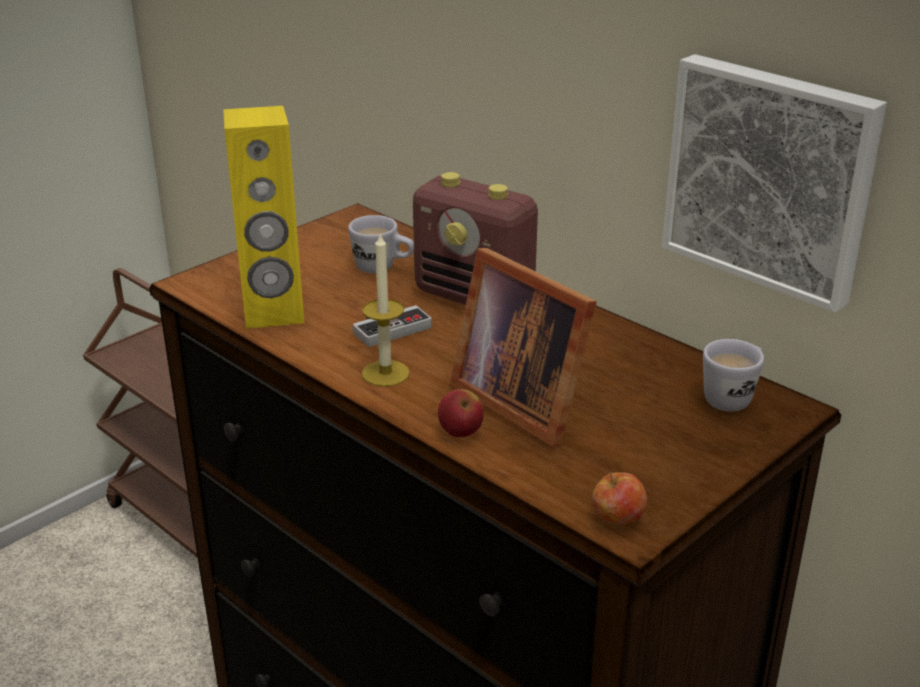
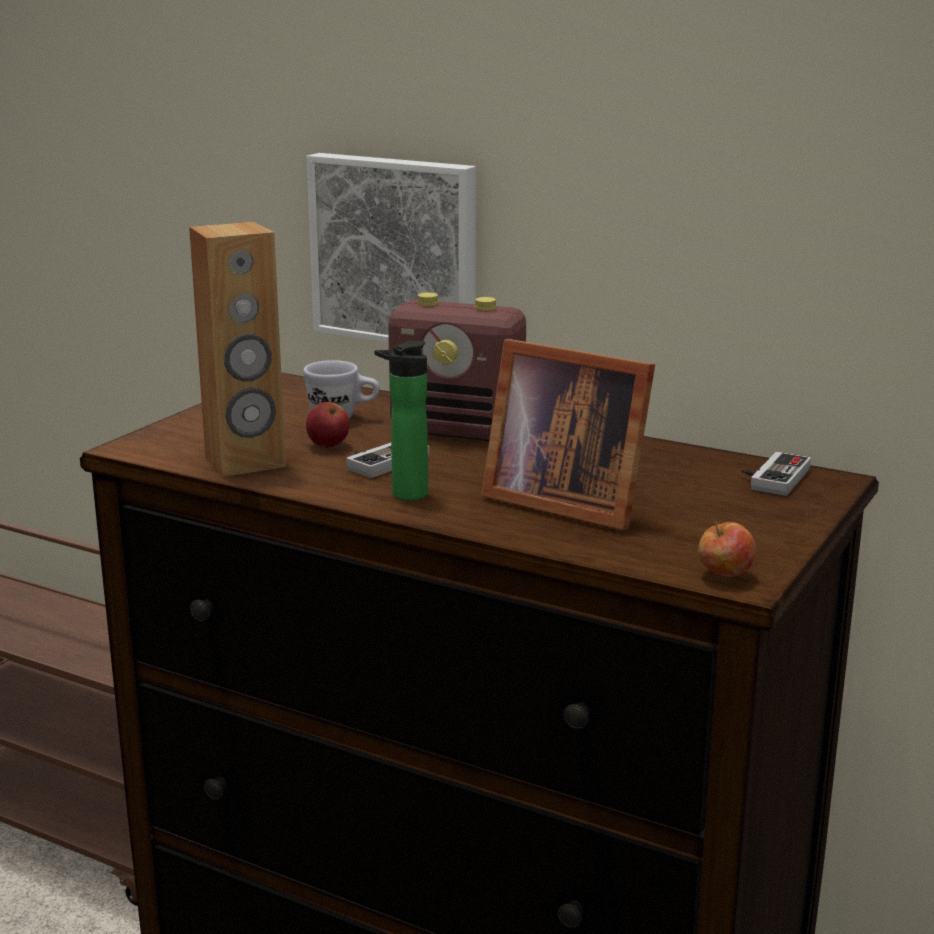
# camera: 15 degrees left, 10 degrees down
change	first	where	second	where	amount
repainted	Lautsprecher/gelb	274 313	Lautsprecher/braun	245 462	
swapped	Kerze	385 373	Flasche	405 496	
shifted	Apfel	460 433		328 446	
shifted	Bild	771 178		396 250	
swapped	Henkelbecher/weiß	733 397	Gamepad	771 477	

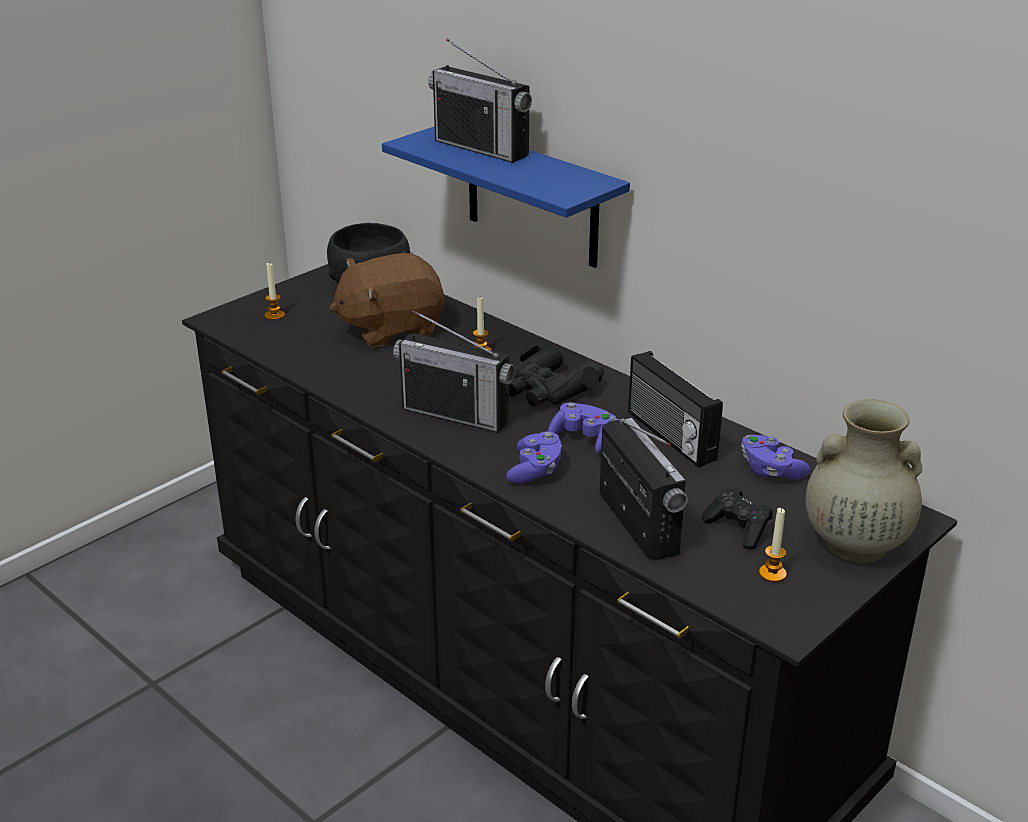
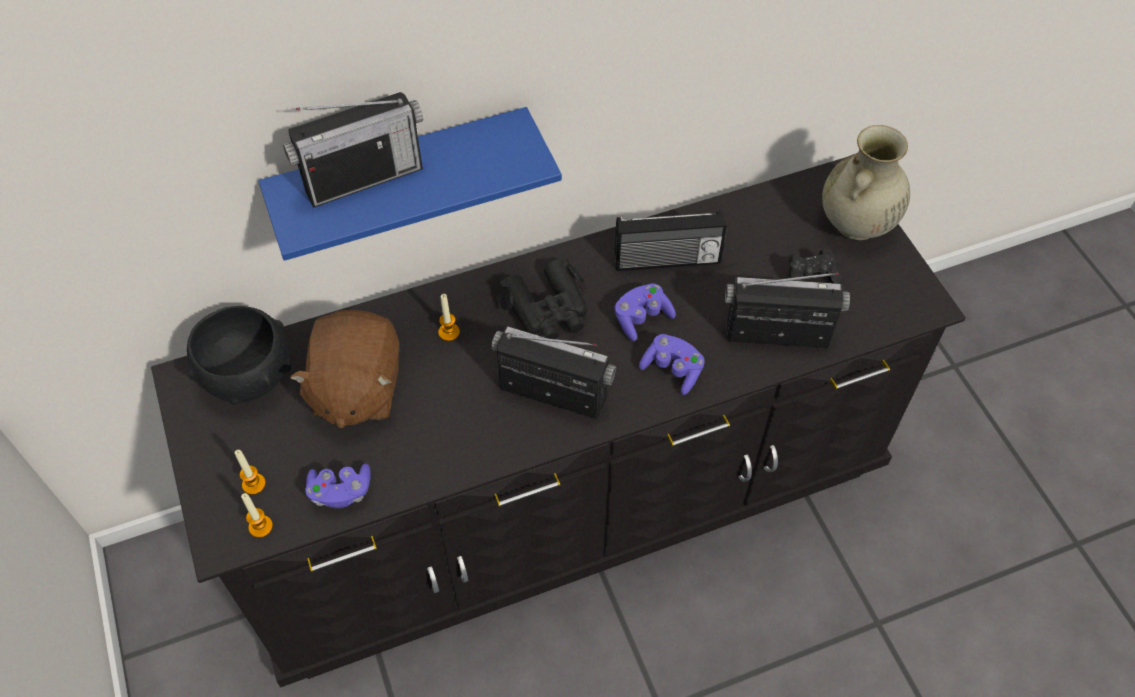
# camera: 65 degrees left, 25 degrees up
change	first	where	second	where	amount
rotated	Radio	456 414		553 393	120 degrees counterclockwise
shifted	Gamepad/lila	770 470		340 492	
shifted	Kerze	772 574		260 527	

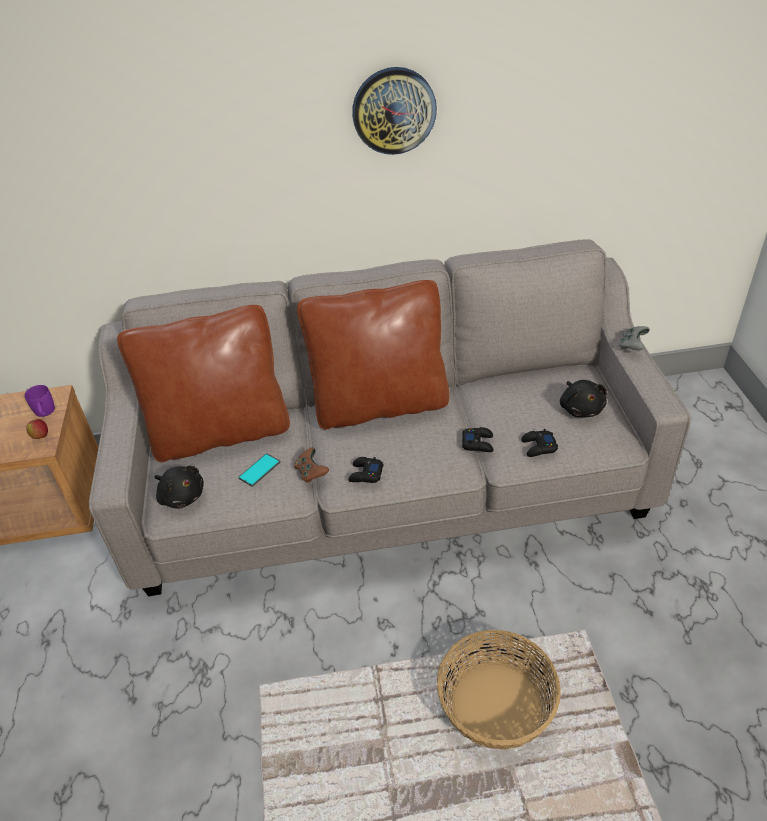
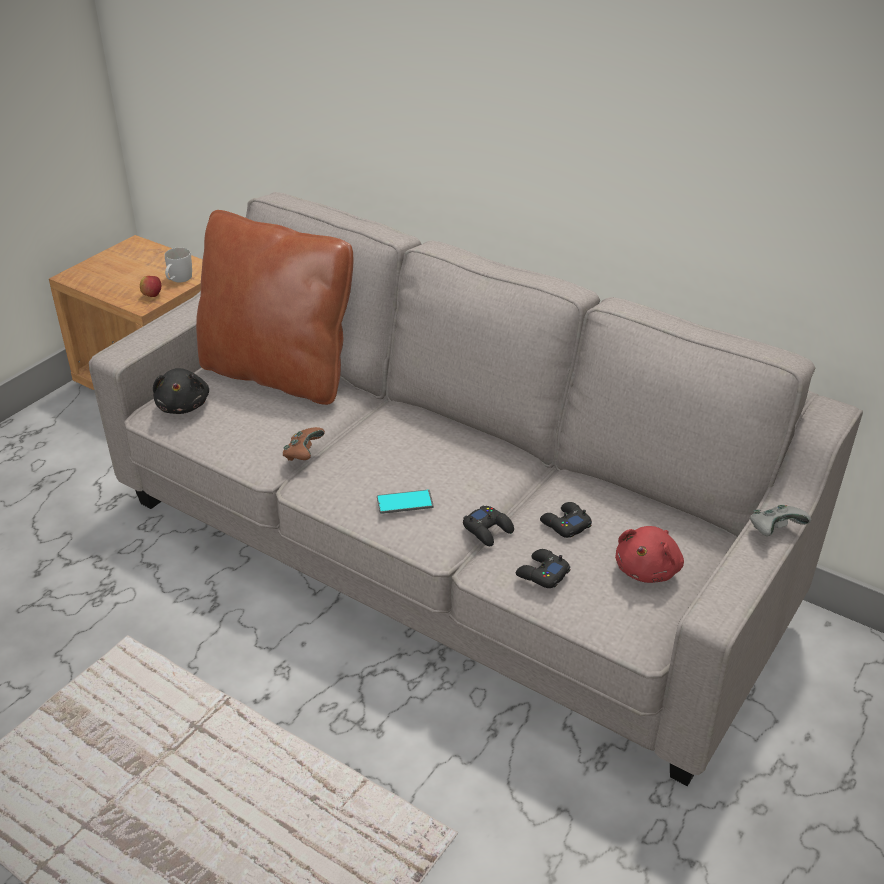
# camera: 40 degrees right, 5 degrees down
change	first	where	second	where	amount
repainted	Henkelbecher/lila	45 413	Henkelbecher/weiß	178 279	
shifted	Handy	259 470		405 502	
gone	Kissen/braun	380 405			
shifted	Gamepad/schwarz	365 474		565 524	
gone	Wanduhr	394 111			
gone	Korb	497 705			
repainted	Plüschtier/schwarz	581 408	Plüschtier/rot	648 569	

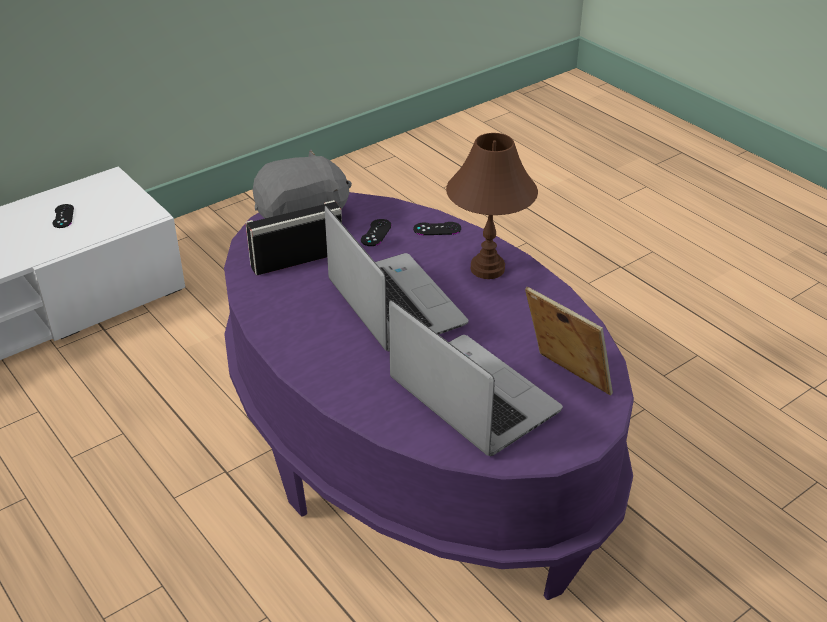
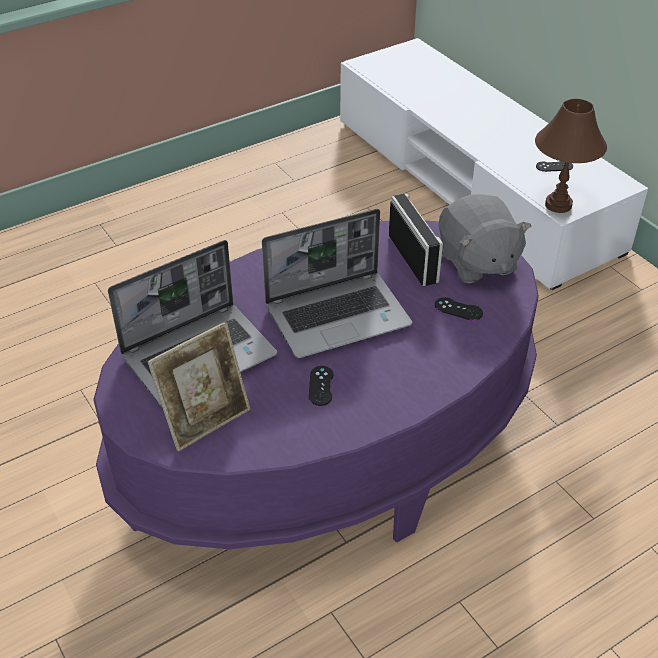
# camera: 95 degrees right, 5 degrees up
change	first	where	second	where	amount
shifted	Gamepad/schwarz	437 229		321 386	
shifted	Tischlampe/braun	487 269		557 204	

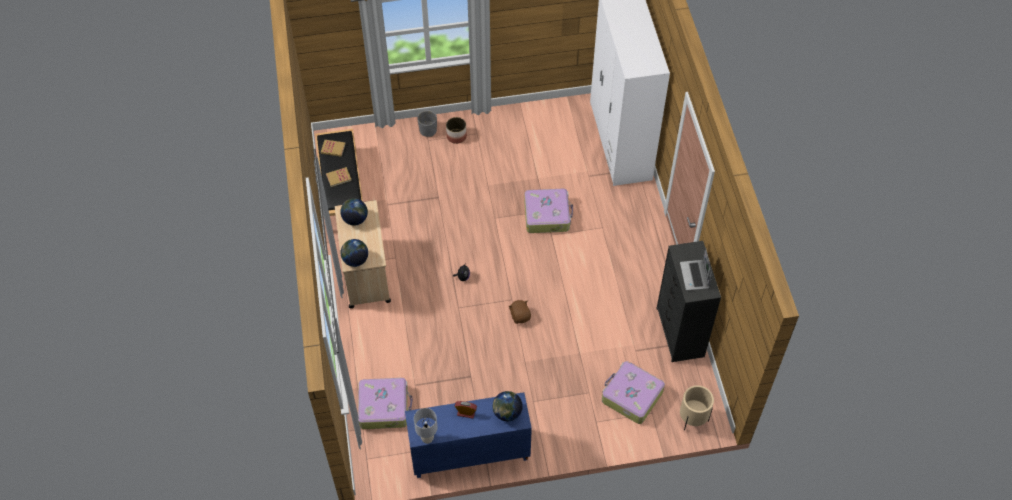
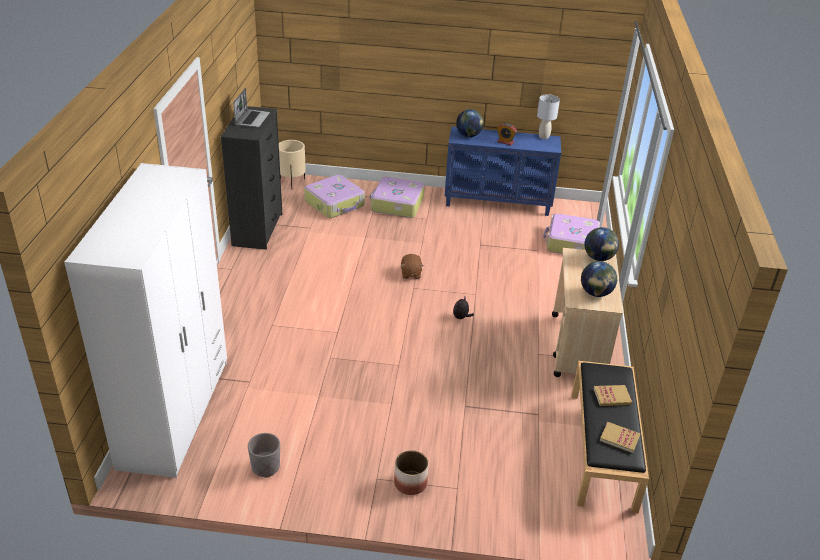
# camera: 165 degrees left, 20 degrees down
change	first	where	second	where	amount
shifted	Pflanzkübel/grau	428 130		265 467	
shifted	Koffer	547 215		396 204	

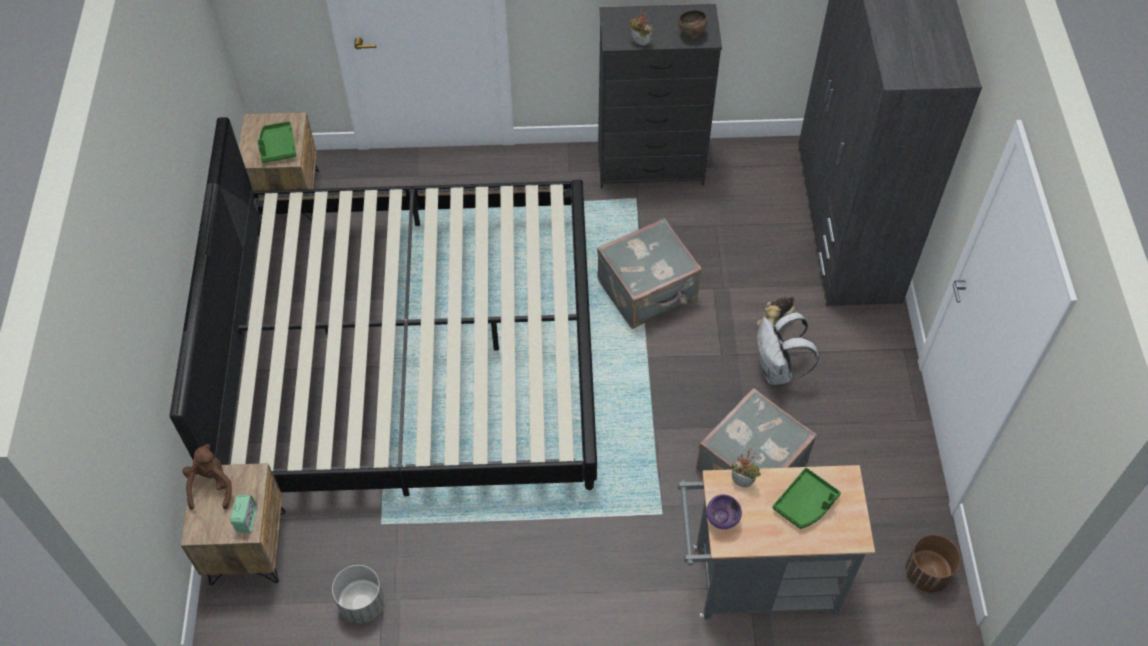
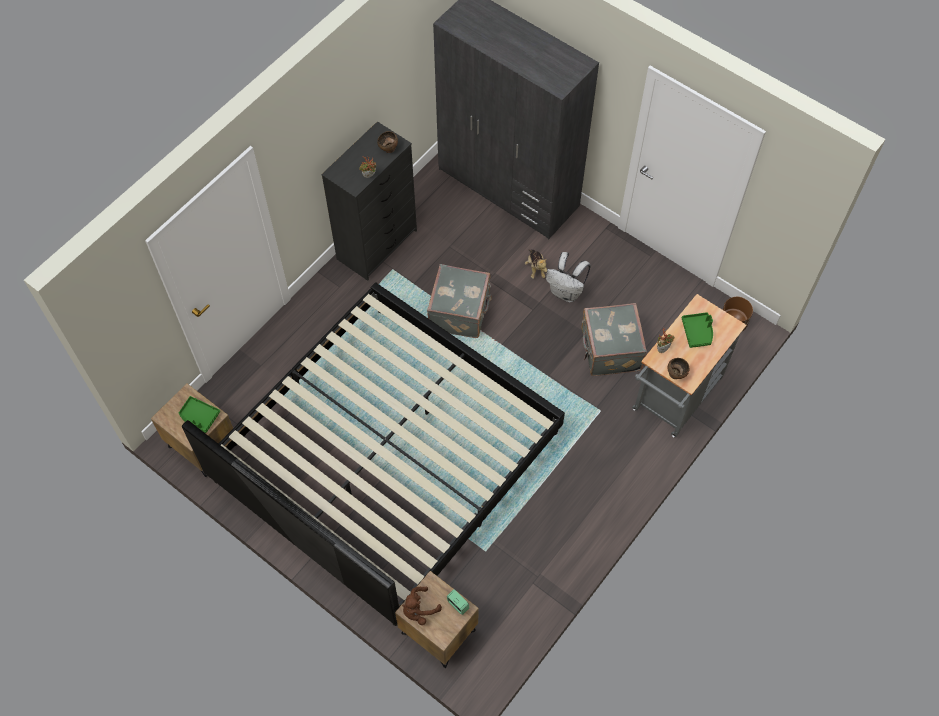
# camera: 50 degrees left, 5 degrees up
change	first	where	second	where	amount
rotated	Plüschtier/braun	211 486		419 610	75 degrees counterclockwise
gone	Pflanzkübel/grau	362 603			
repainted	Schüssel/lila	722 520	Schüssel/braun	676 374	

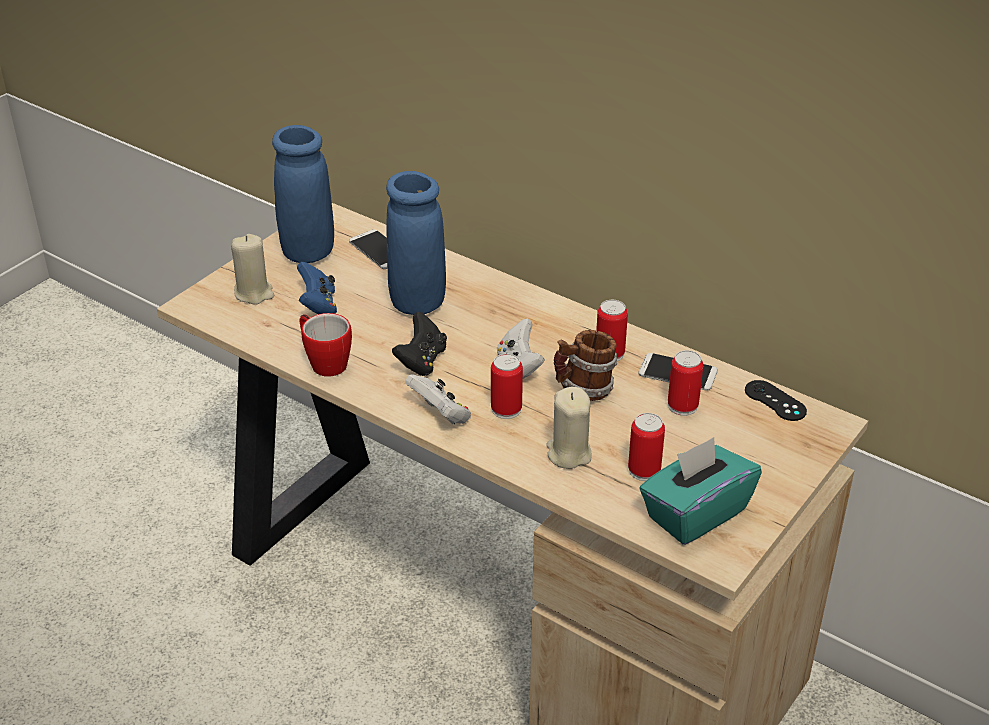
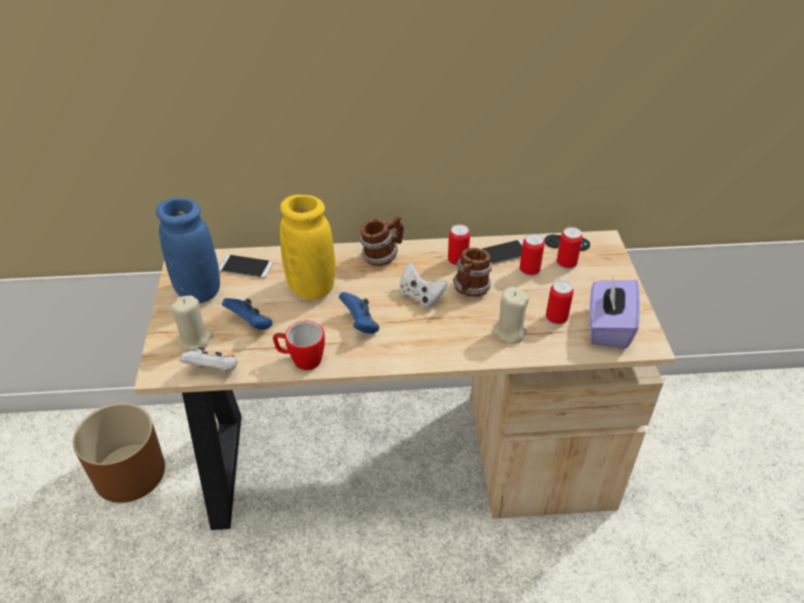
# camera: 40 degrees left, 5 degrees up
change	first	where	second	where	amount
repainted	Vase/blau	417 301	Vase/gelb	311 288	
repainted	Gamepad/schwarz	421 361	Gamepad/blau	360 324	
shifted	Gamepad/weiß	441 415		214 371	
shifted	Dose	506 409		566 264	
repainted	Taschentuchbox/türkis	695 513	Taschentuchbox/lila	608 327	
new			Pflanzkübel/braun	129 472	
new			Henkelbecher	382 256	

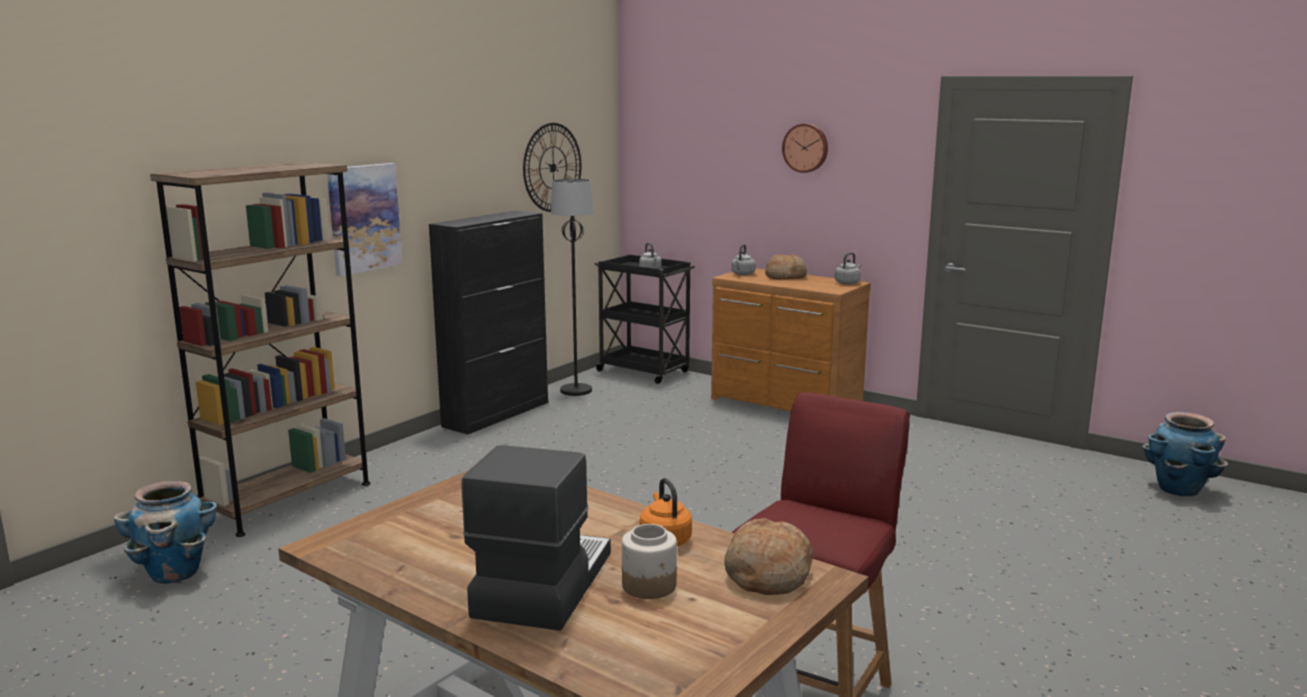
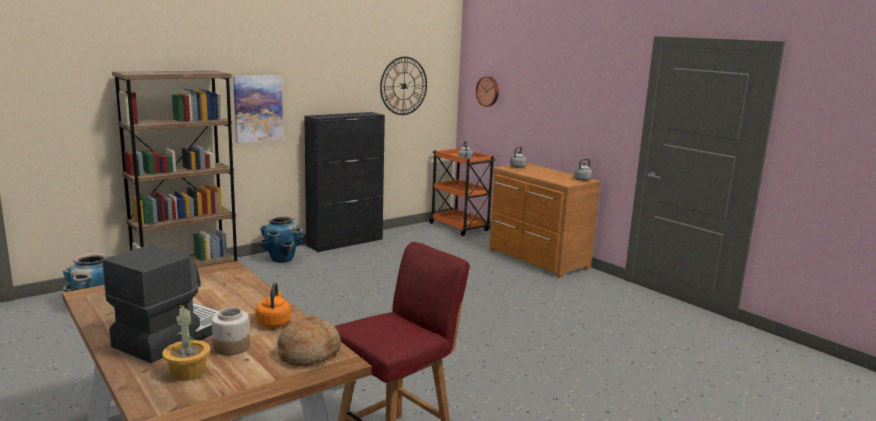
# camera: 15 degrees right, 0 degrees up
change	first	where	second	where	amount
gone	Stehlampe/schwarz	576 390			
repainted	Rollwagen/schwarz	644 372	Rollwagen/orange	459 227	
gone	Brot	785 276			
shifted	Wanduhr	806 148		488 91	
shifted	Pflanzkübel	1178 490		282 259	
new			Topfpflanze	187 373	

